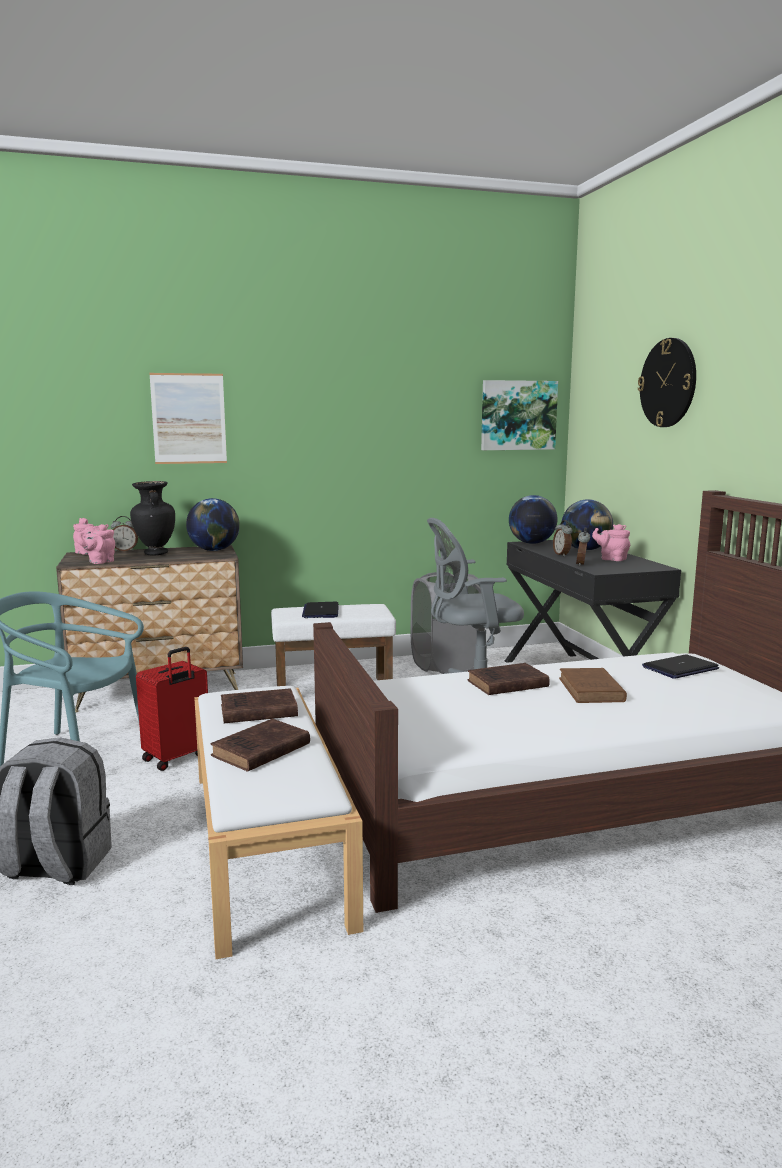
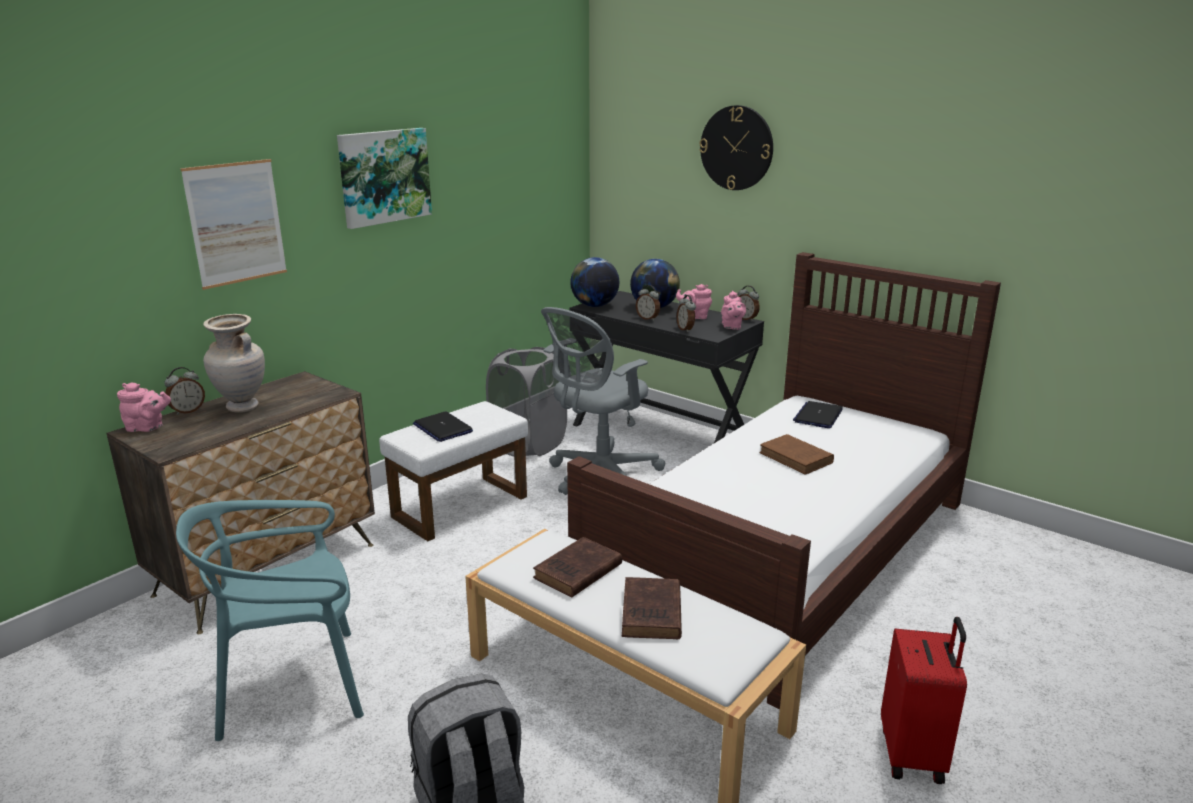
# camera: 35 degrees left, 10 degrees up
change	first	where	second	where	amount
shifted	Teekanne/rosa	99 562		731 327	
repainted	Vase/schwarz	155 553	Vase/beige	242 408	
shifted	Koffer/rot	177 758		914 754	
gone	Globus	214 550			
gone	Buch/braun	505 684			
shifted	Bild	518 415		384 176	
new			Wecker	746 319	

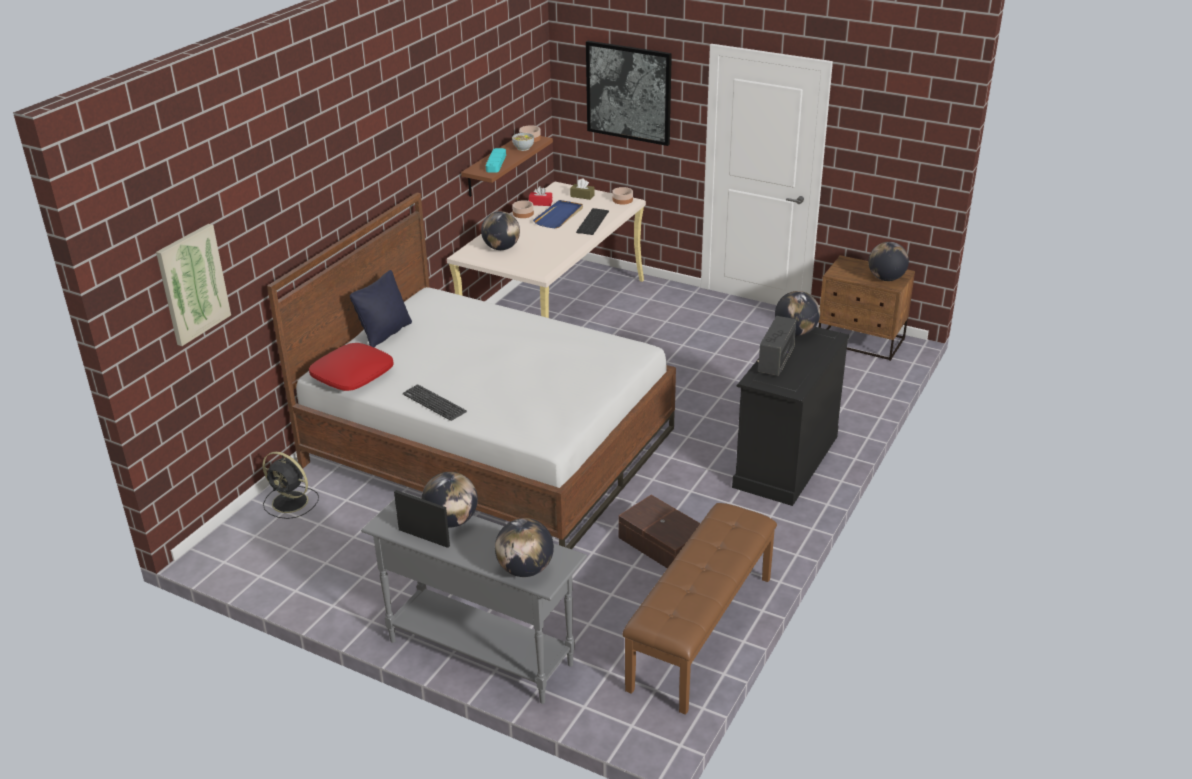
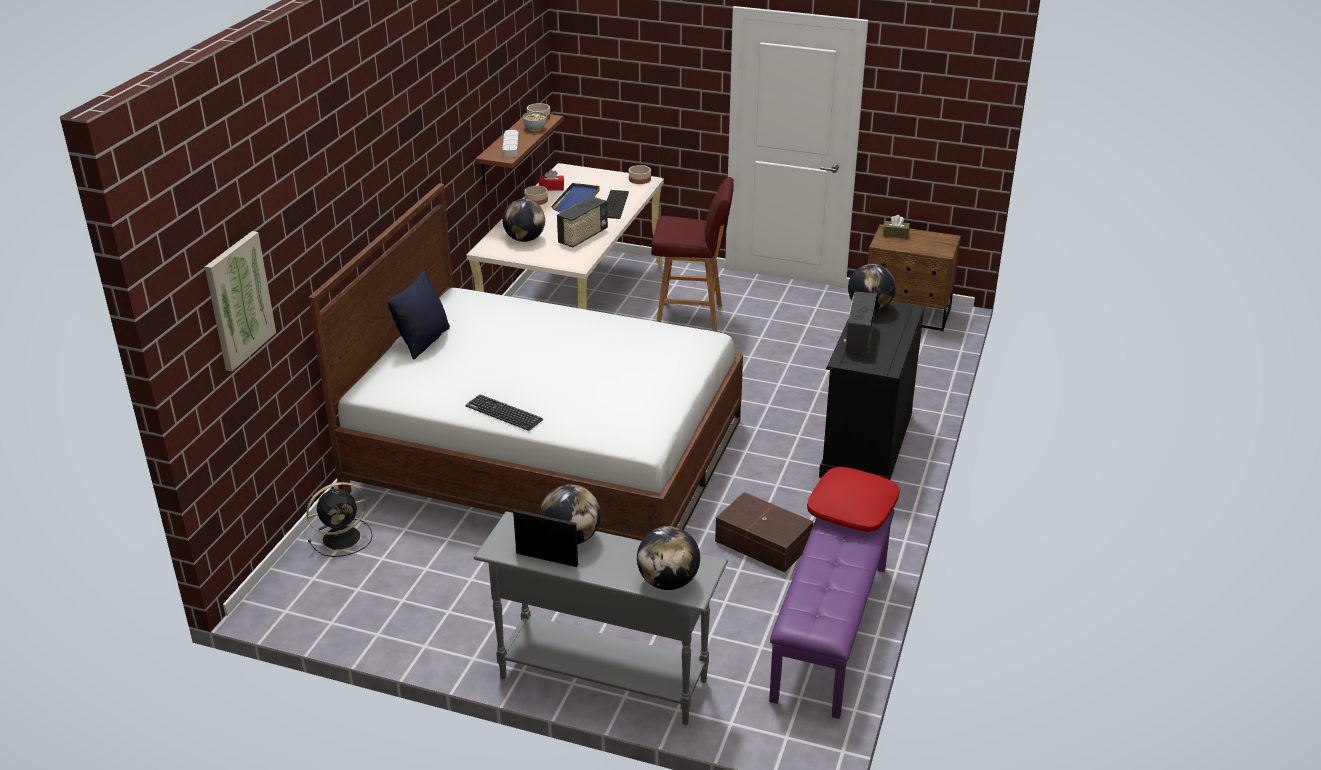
# camera: 10 degrees left, 0 degrees up
change	first	where	second	where	amount
rotated	Ventilator/schwarz	291 502		343 538	45 degrees counterclockwise
shifted	Kissen/rot	352 375		852 508	
repainted	Tablett/türkis	496 163	Tablett/grau	511 146	
shifted	Taschentuchbox/braun	582 196		895 234	
gone	Bild	629 92			
repainted	Bank/braun	702 632	Bank/lila	832 632	
gone	Globus	886 278			
new			Radio	583 237	
new			Hocker/rot	691 318	

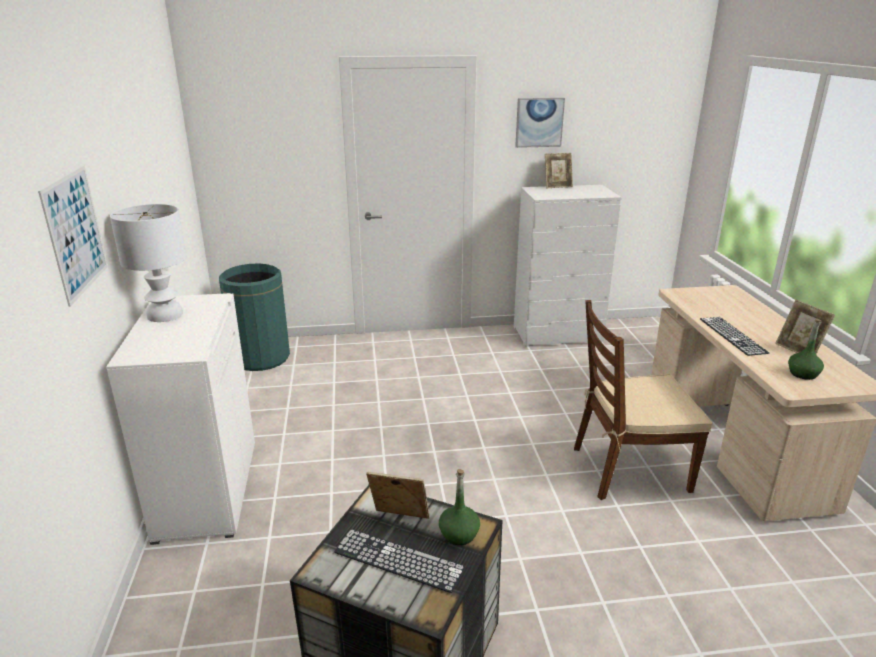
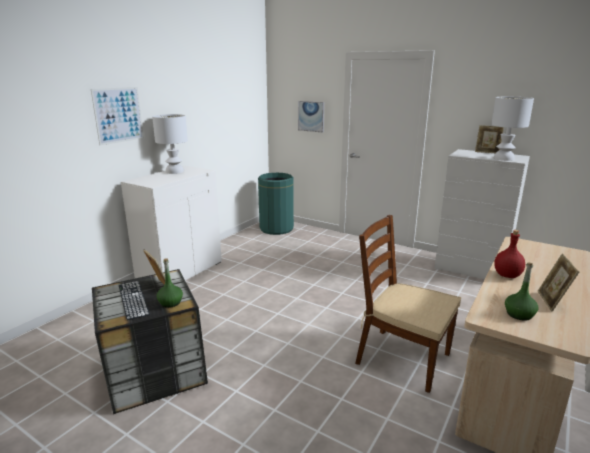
# camera: 40 degrees right, 5 degrees down
change	first	where	second	where	amount
shifted	Bild	539 122		311 116	
swapped	Tastatur	732 335	Flasche/rot	507 275	
new			Tischlampe/weiß	503 158	

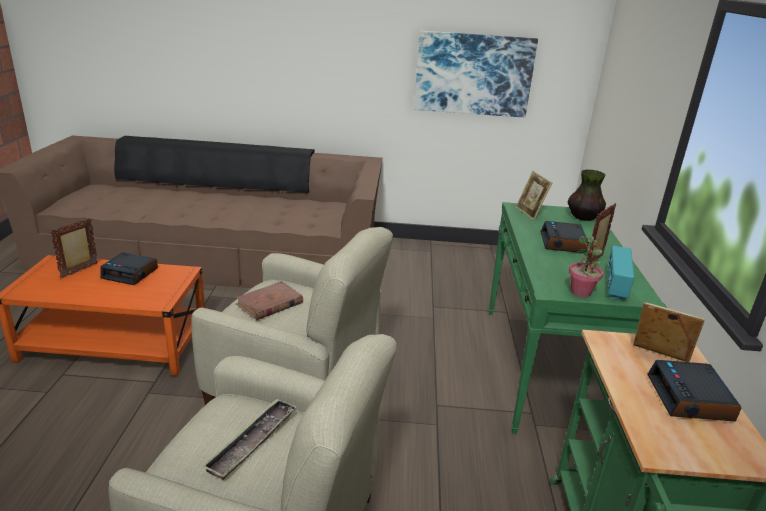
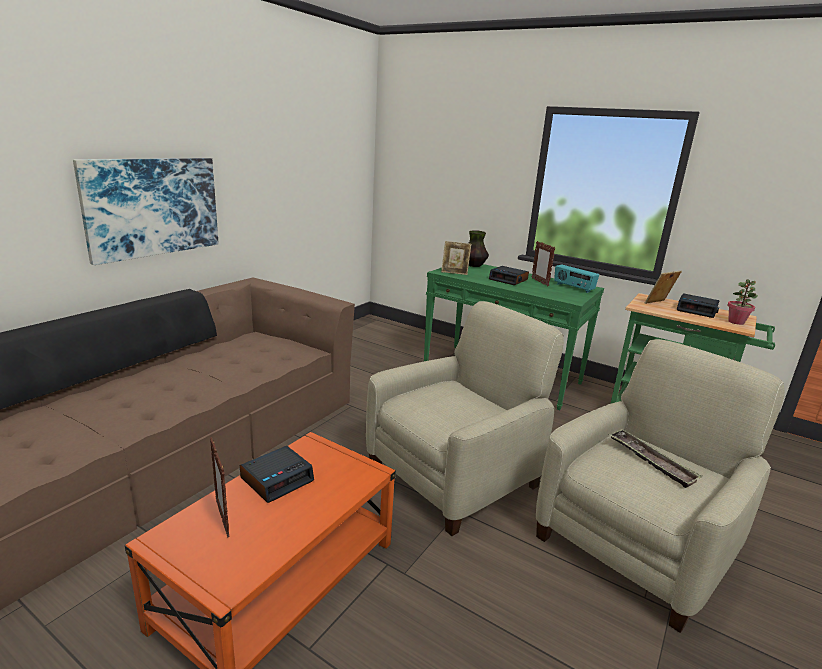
# camera: 60 degrees left, 5 degrees down
change	first	where	second	where	amount
gone	Buch/braun	269 304			
shifted	Bild	473 74		153 207	
shifted	Topfpflanze	581 292		736 322	

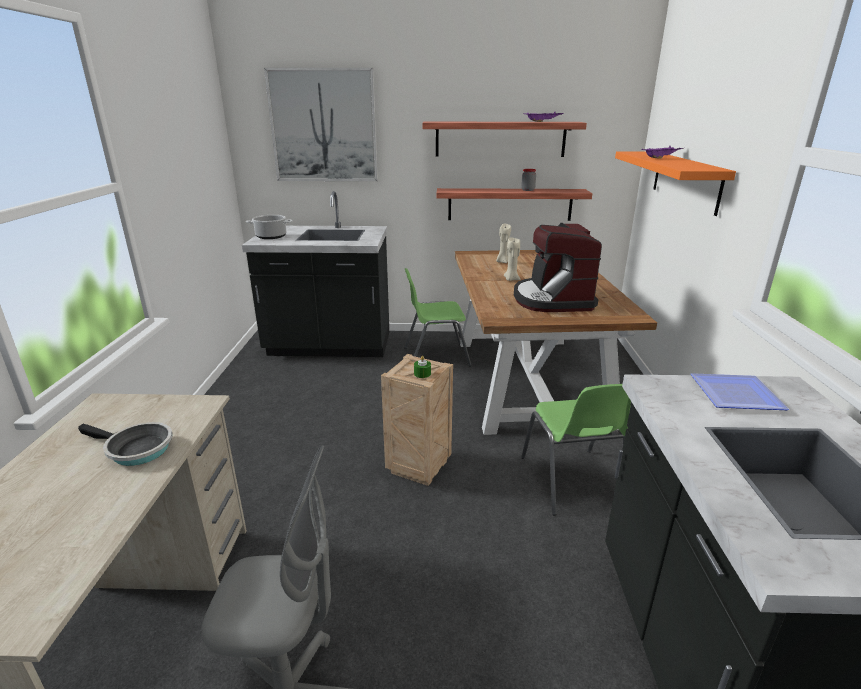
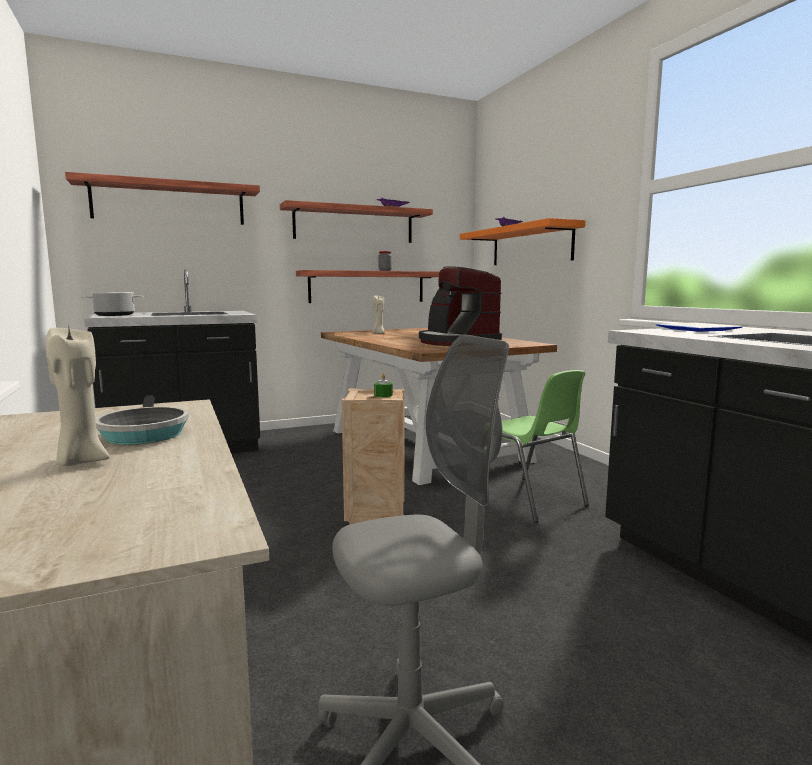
# camera: 25 degrees left, 15 degrees down
change	first	where	second	where	amount
rotated	Pfanne	135 449		143 432	75 degrees clockwise
swapped	Bild	323 126	Wandregal	169 203	
gone	Stuhl/grün	435 356			
shifted	Kerze/beige	511 279		81 461	

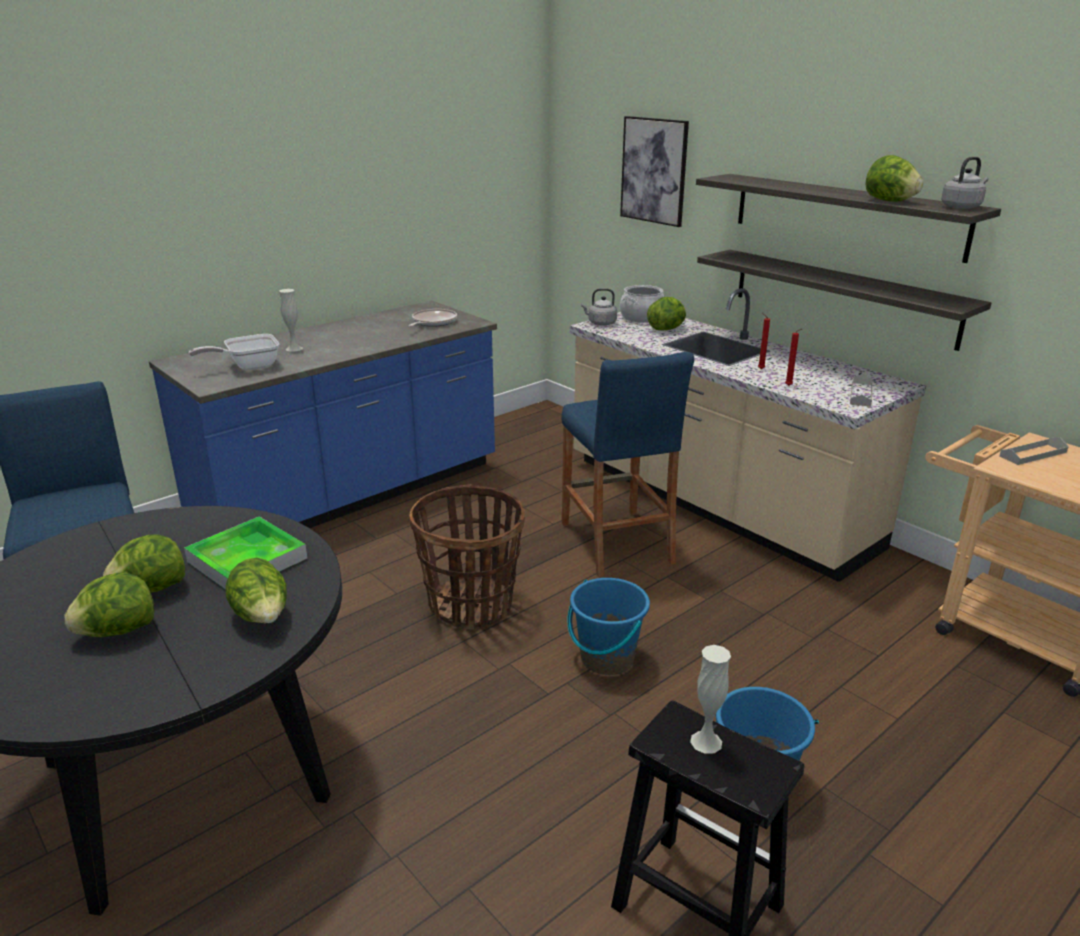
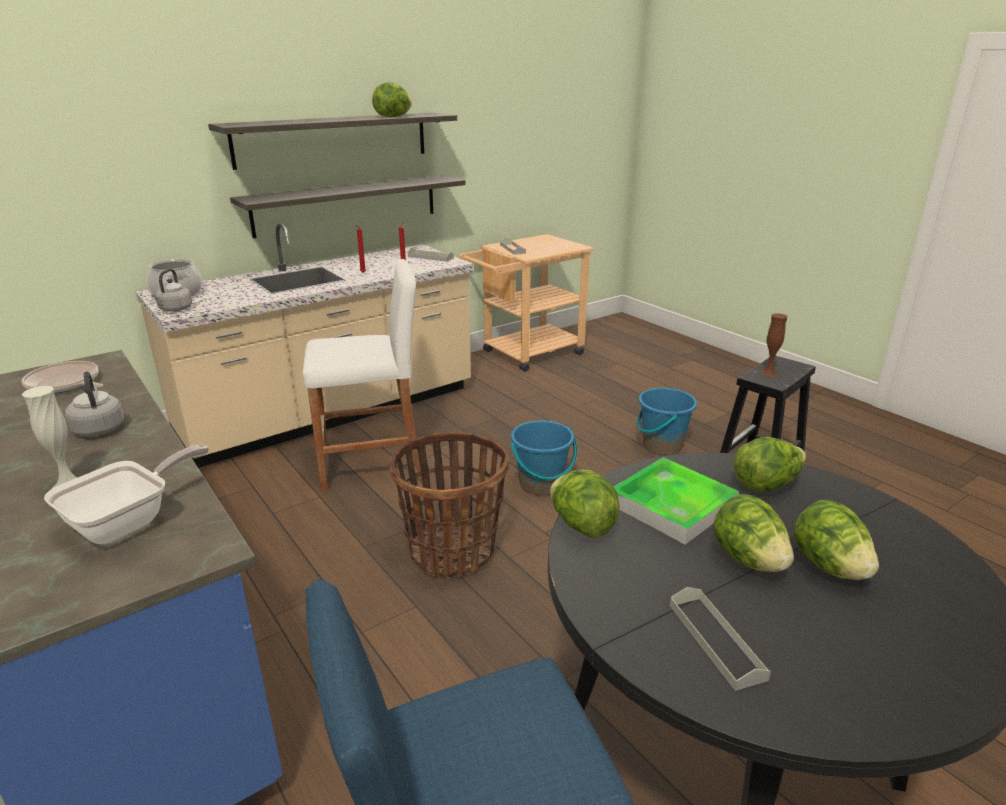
# camera: 85 degrees left, 0 degrees up
change	first	where	second	where	amount
rotated	Pfanne	248 366		129 522	120 degrees counterclockwise
repainted	Hocker/blau	616 542	Hocker/weiß	372 465	
gone	Bild	654 171			
shifted	Salatkopf	667 329		581 525	
repainted	Vase/weiß	706 742	Vase/braun	769 373	
shifted	Wasserkessel/grau	962 207		99 428	
new			Tablett/grau	716 640	

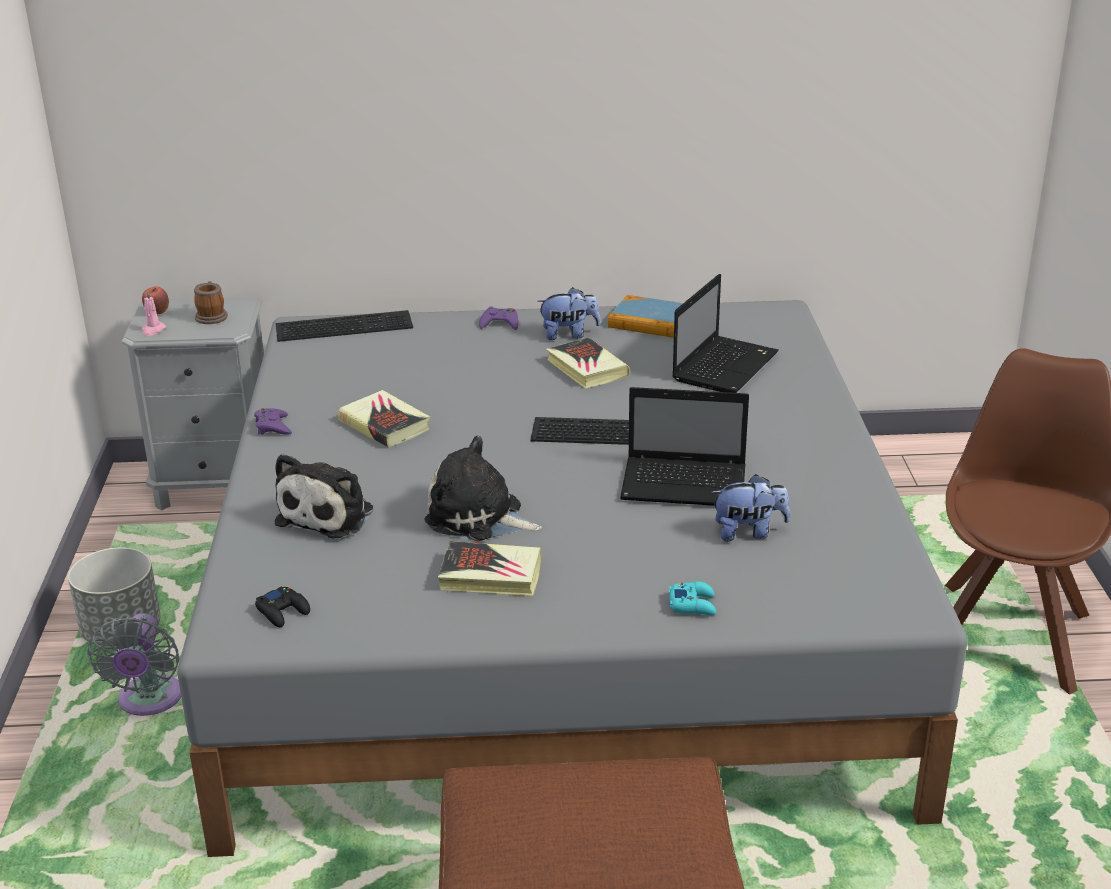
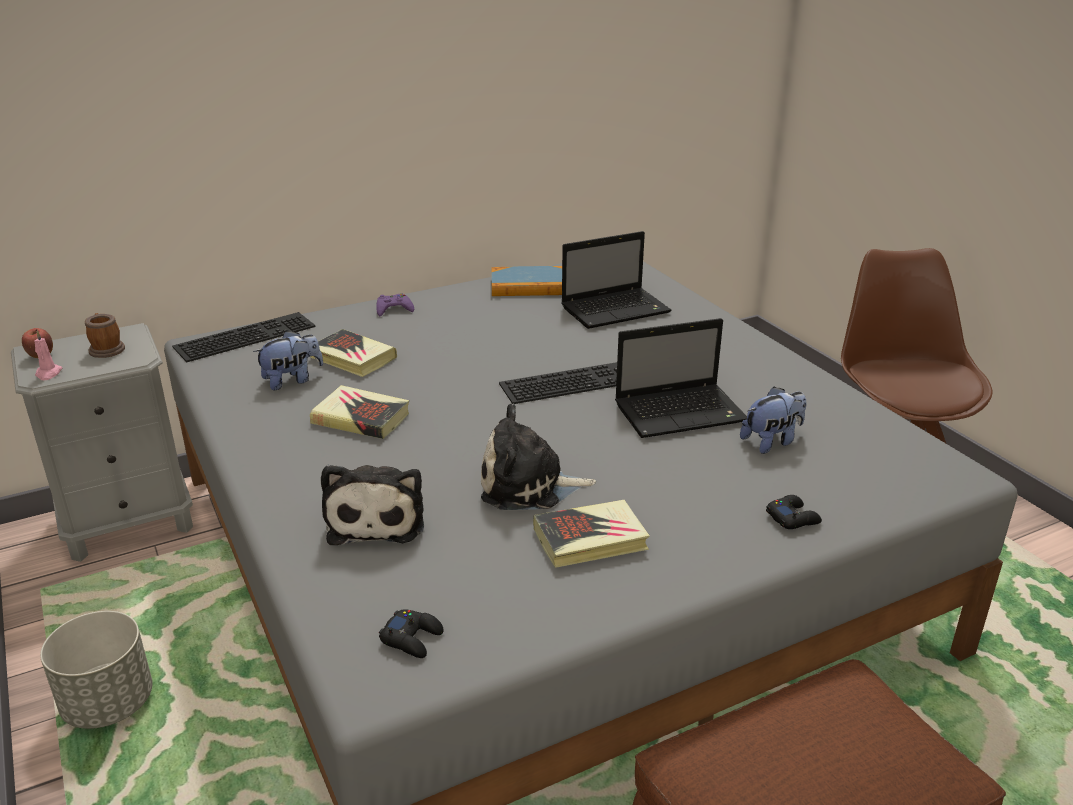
# camera: 25 degrees left, 0 degrees up
change	first	where	second	where	amount
gone	Ventilator/grau	149 702			
gone	Gamepad/lila	273 427			
shifted	Plüschtier	569 334		292 380	
shifted	Buch	586 368		352 358	
repainted	Gamepad/türkis	693 604	Gamepad/schwarz	792 518	
rotated	Laptop	725 366		617 309	60 degrees clockwise

